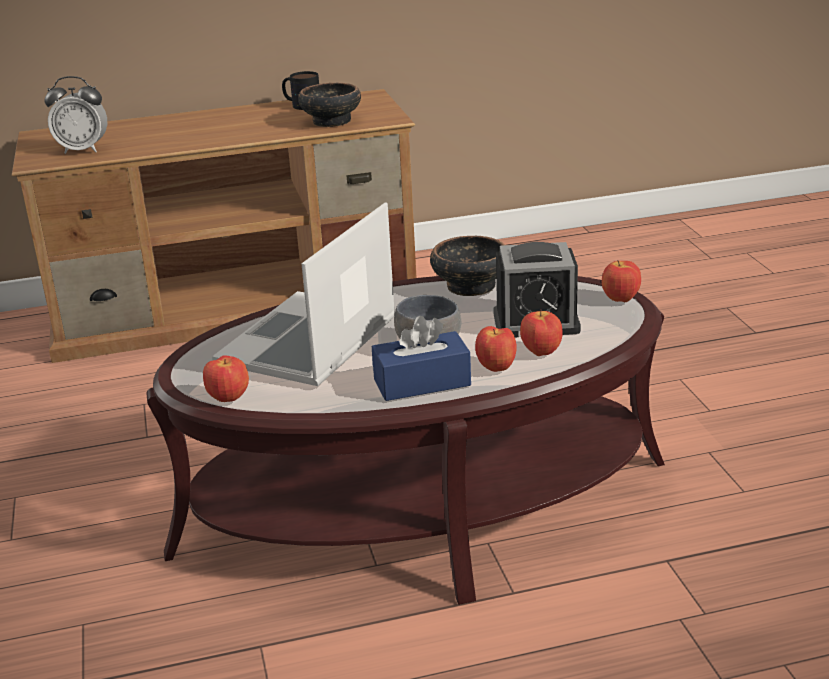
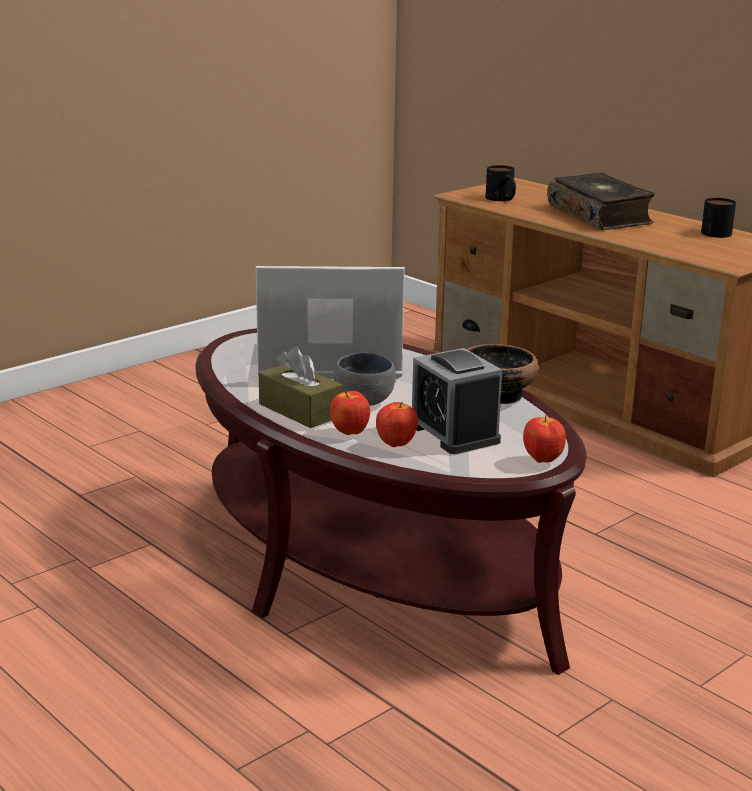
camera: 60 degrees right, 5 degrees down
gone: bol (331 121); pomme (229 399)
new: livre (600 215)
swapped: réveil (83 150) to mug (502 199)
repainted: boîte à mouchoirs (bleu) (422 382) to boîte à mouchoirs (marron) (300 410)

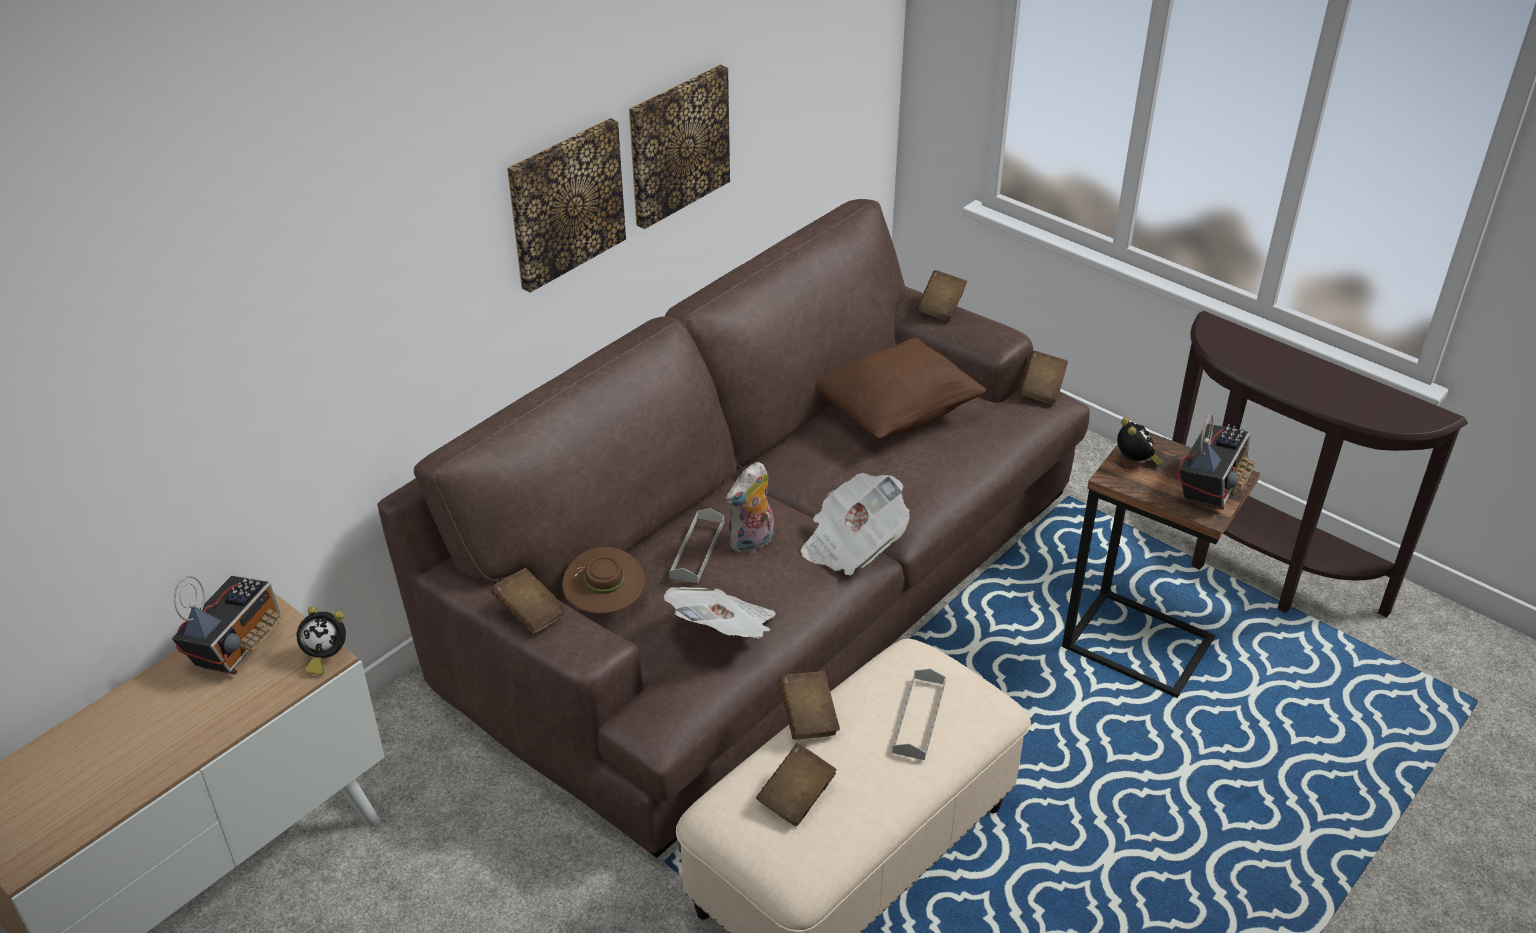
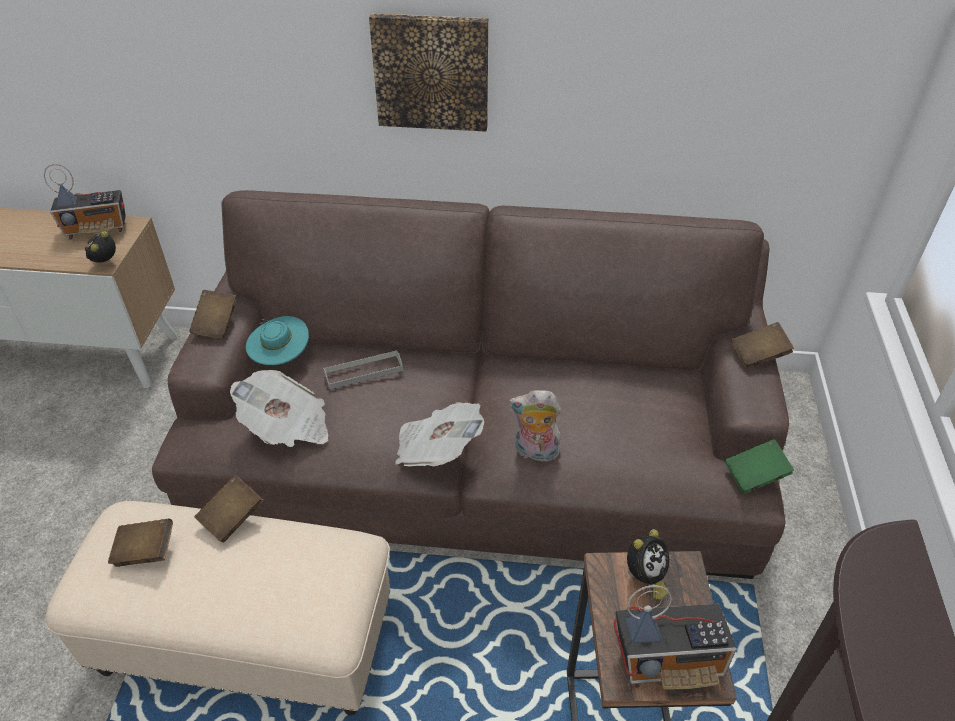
camera: 55 degrees right, 5 degrees up
gone: tableau (677 145); coussin (marron) (897 414); plateau (gris) (919 717)
shifted: peluche (752 543) to (534 452)
repainted: livre (marron) (1042 389) to livre (vert) (755 475); chapeau (marron) (605 604) to chapeau (turquoise) (281 358)
rotated: réveil (325 657) = (105 262) 60 degrees clockwise

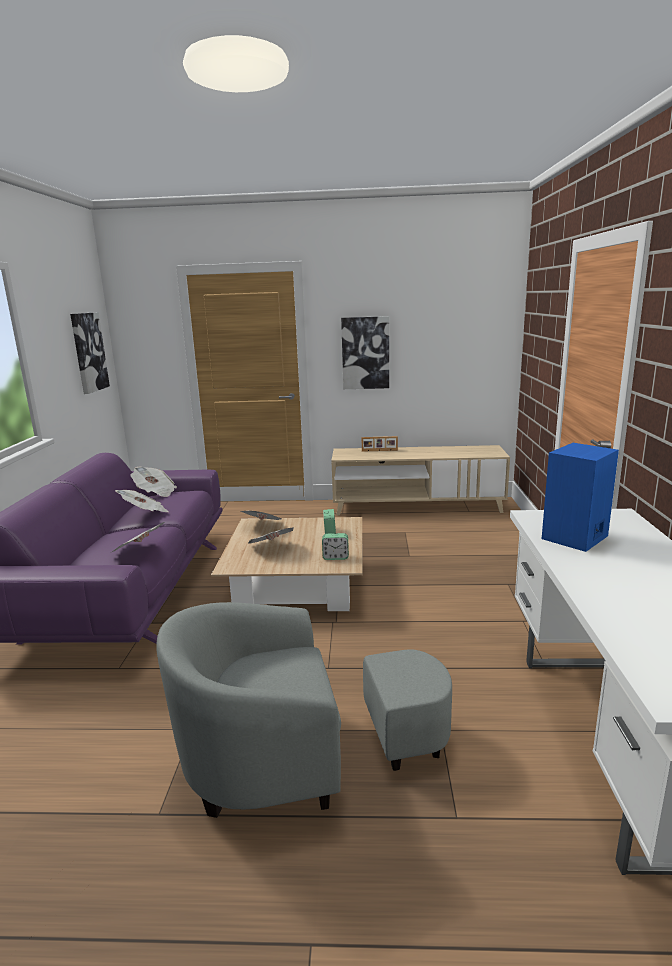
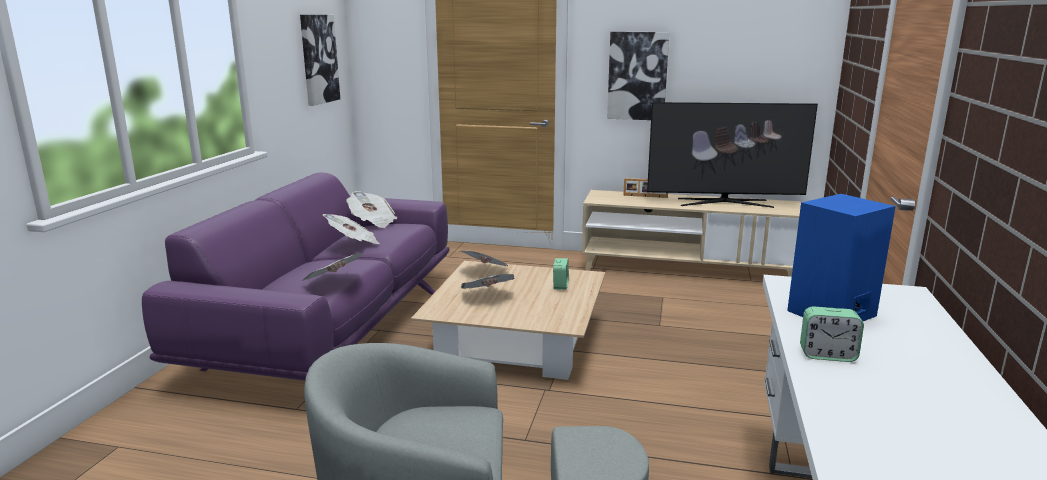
camera: 10 degrees right, 0 degrees up
new: téléviseur (724 203)
shifted: réveil (335 557) to (827 355)

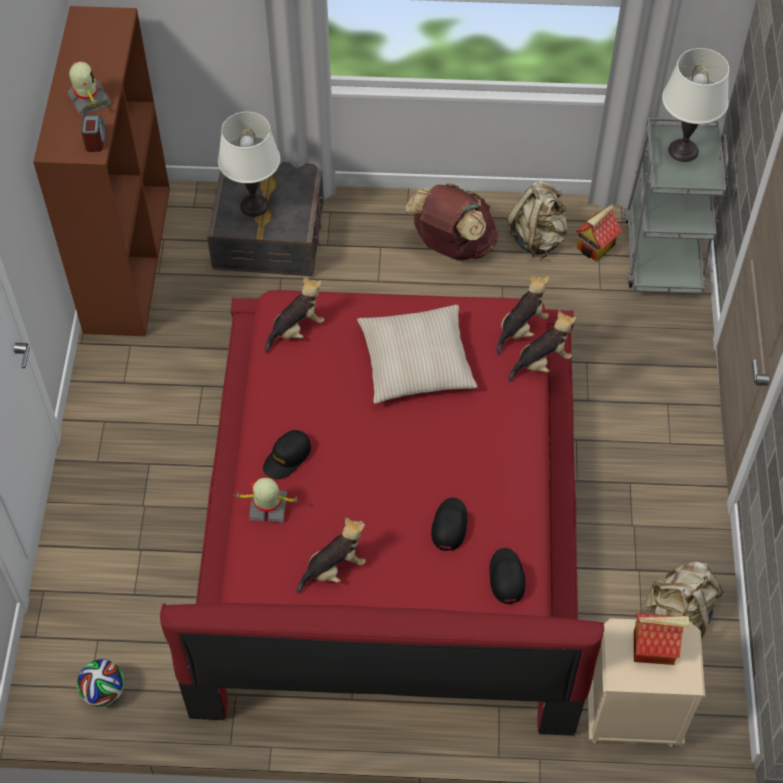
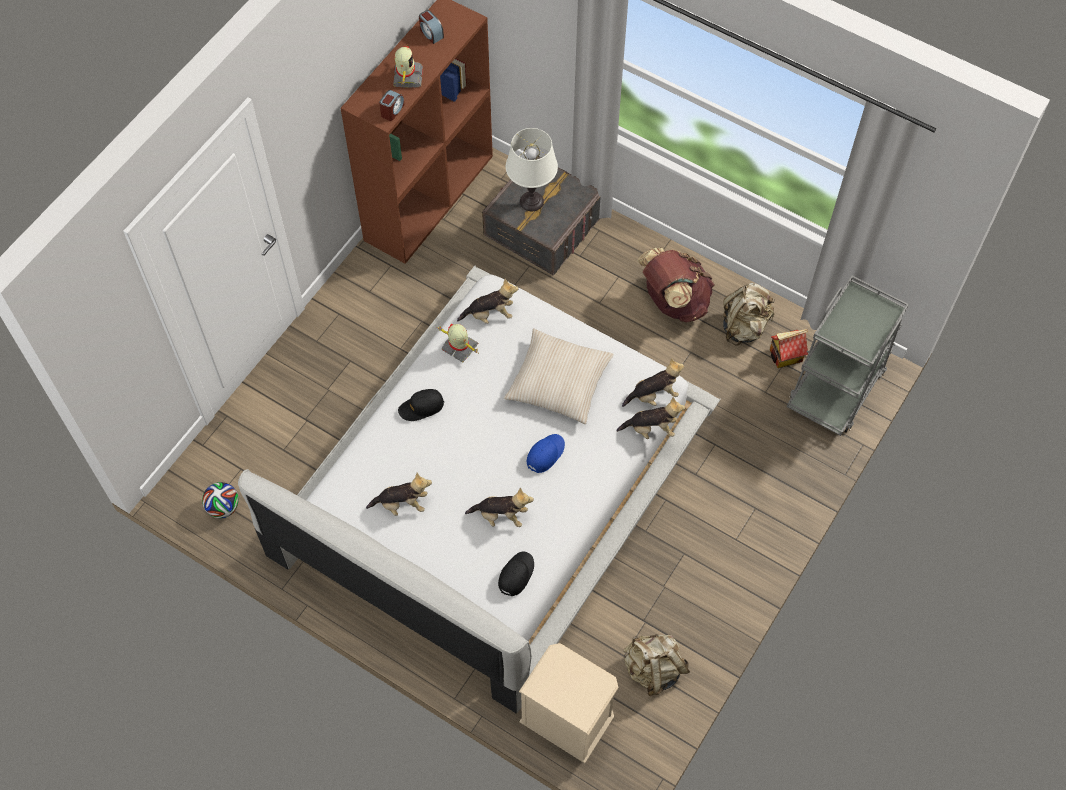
camera: 30 degrees right, 5 degrees up
gone: lampe de table (blanc) (683 150); maison miniature (654 647)
new: réveil (431 33); casquette (bleu) (545 454)
shifted: robot jouet (268 508) to (459 348)
swapped: casquette (noir) (449 526) to peluche (501 516)
repainted: lit (rouge) (392 515) to lit (blanc) (494 486)

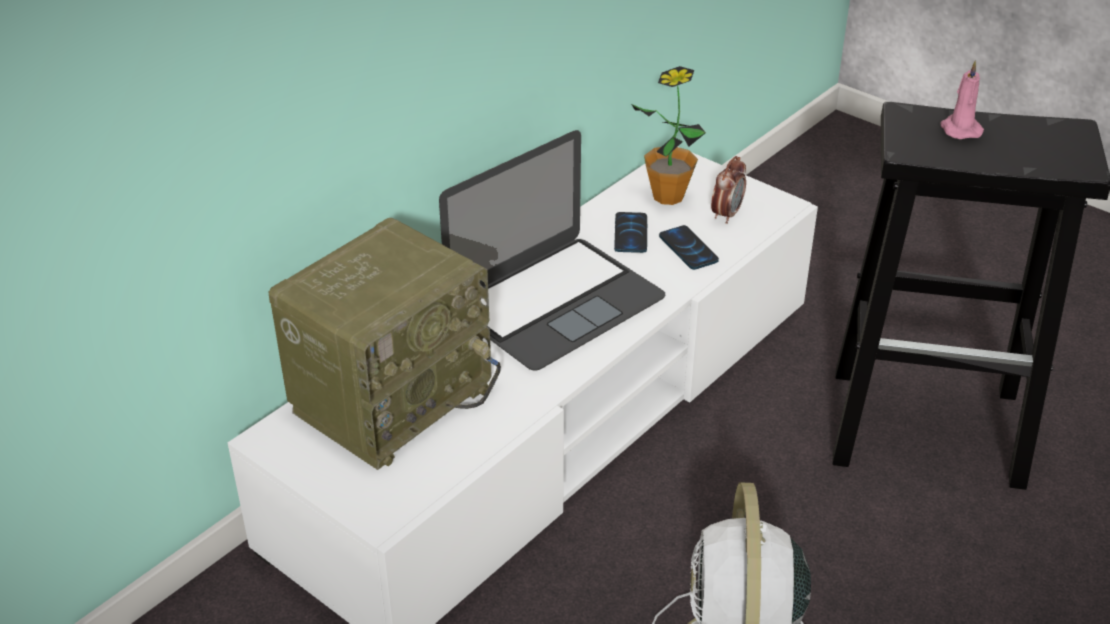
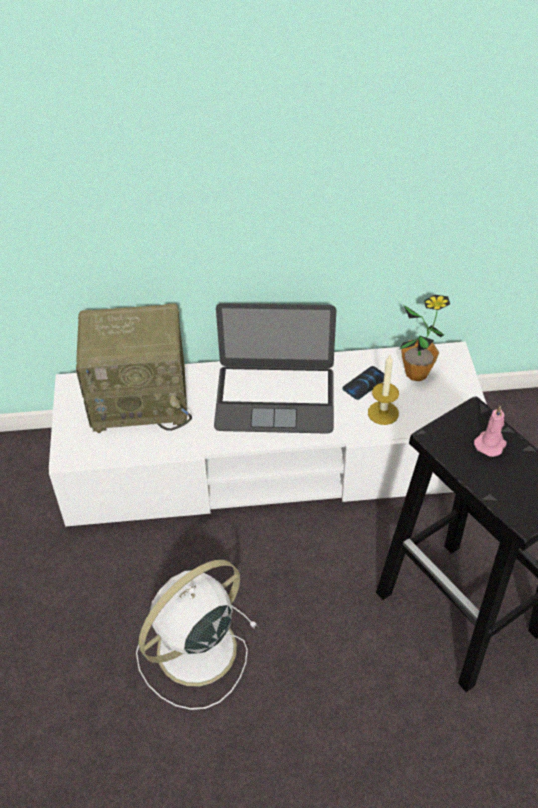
camera: 45 degrees right, 10 degrees up
gone: réveil (726 214)
swapped: téléphone (688 249) to bougie (383 413)

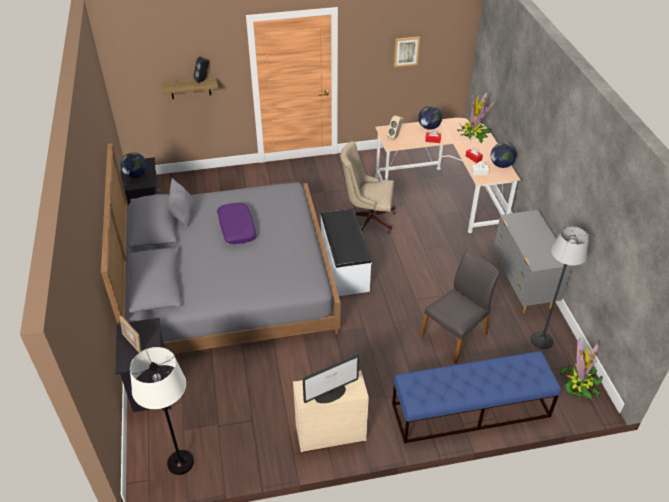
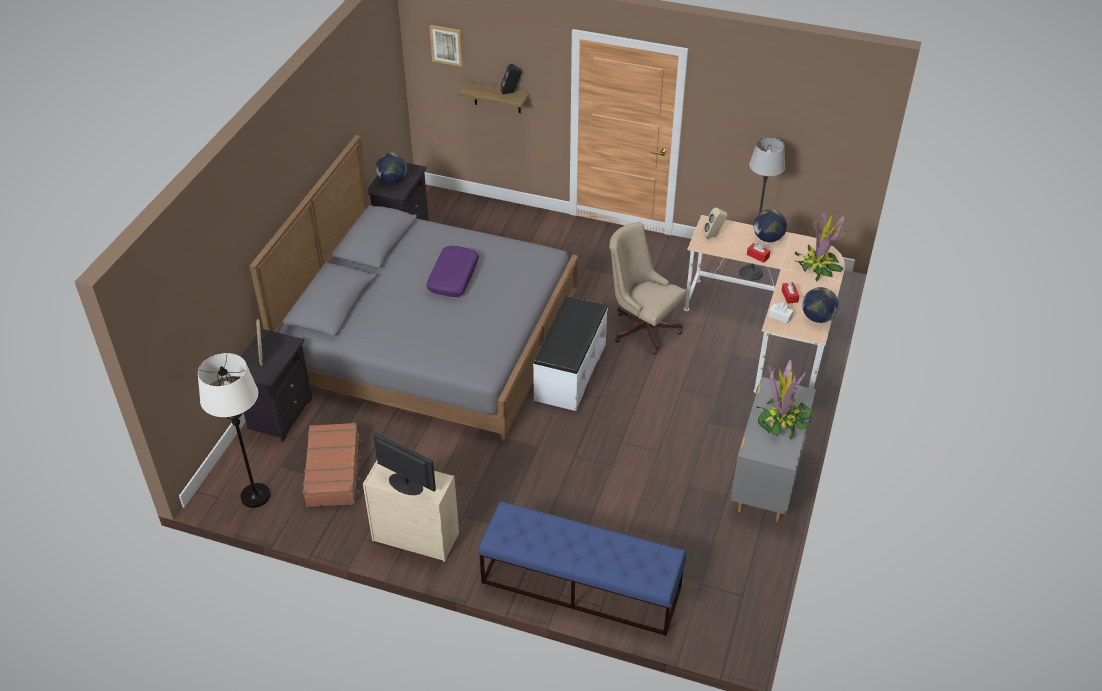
camera: 30 degrees right, 0 degrees up
gone: coussin (gris) (183 215); chaise (gris) (455 335)
new: valise (marron) (334 471)
shifted: tableau (406 51) to (446 45); lampadaire (541 340) to (751 272); plante en pot (578 382) to (781 420)
rotated: écran d'ordinateur (330 393) = (405 483) 150 degrees counterclockwise

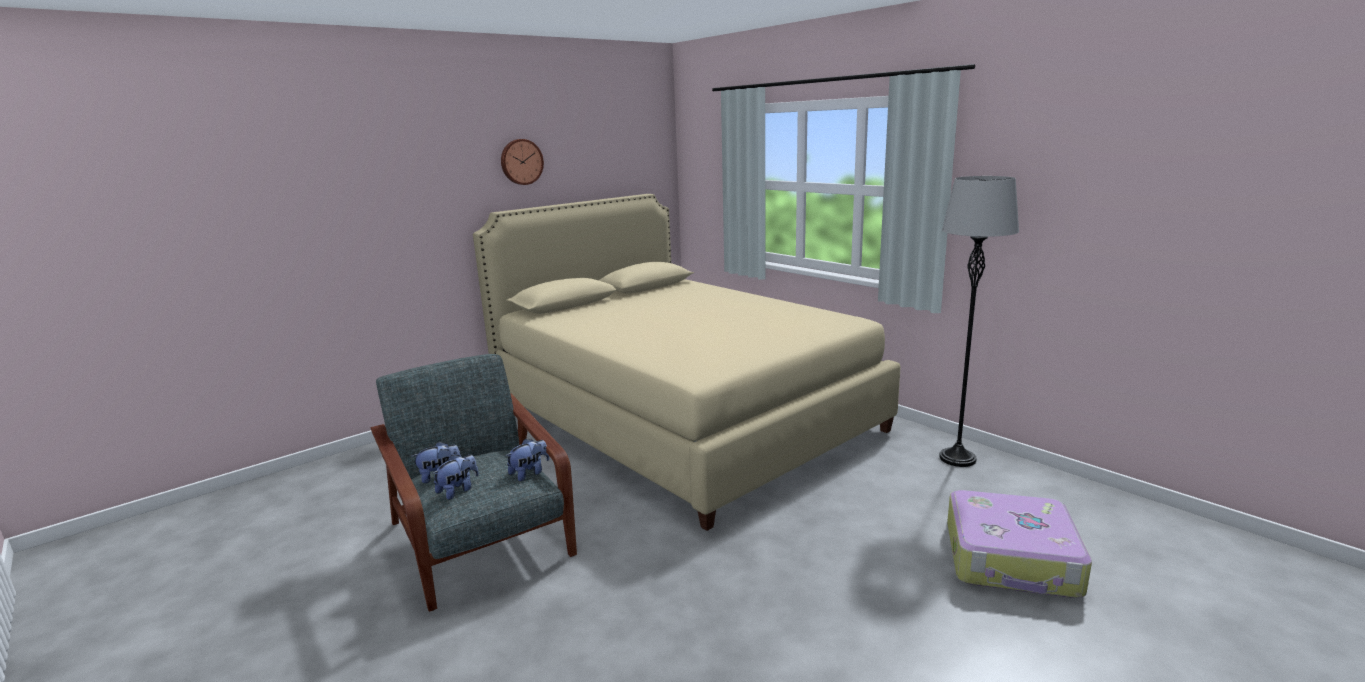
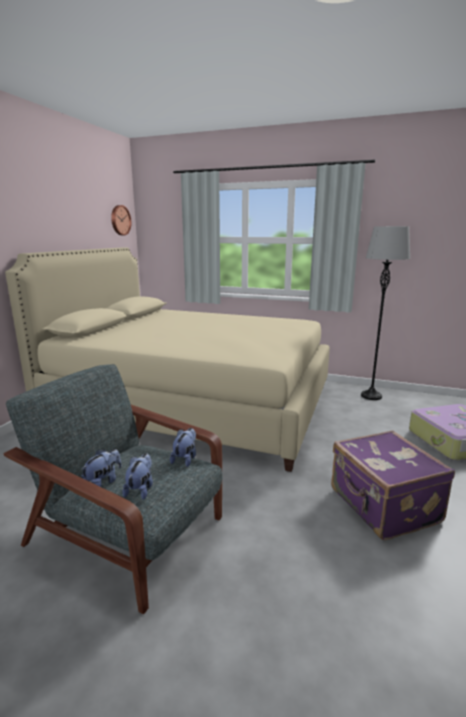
camera: 30 degrees left, 0 degrees up
new: valise (violet) (382 506)
shifted: horloge murale (521 162) to (120 220)

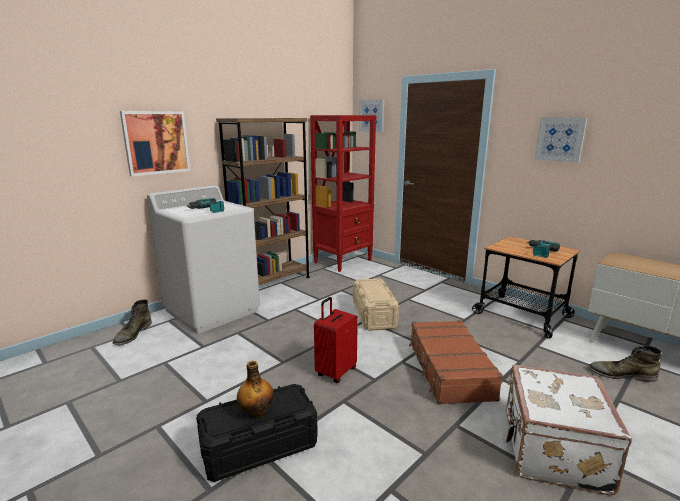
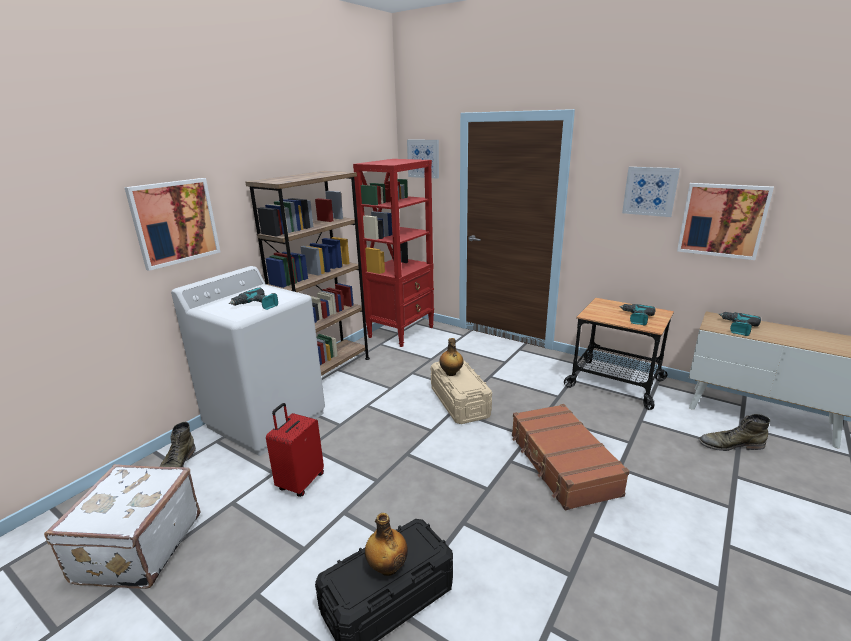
camera: 10 degrees left, 5 degrees up
new: tableau (722 220); perceuse (737 328); bouteille (451 373)
shifted: valise (rouge) (335 372) to (300 482); valise (blanc) (551 451) to (137 548)

